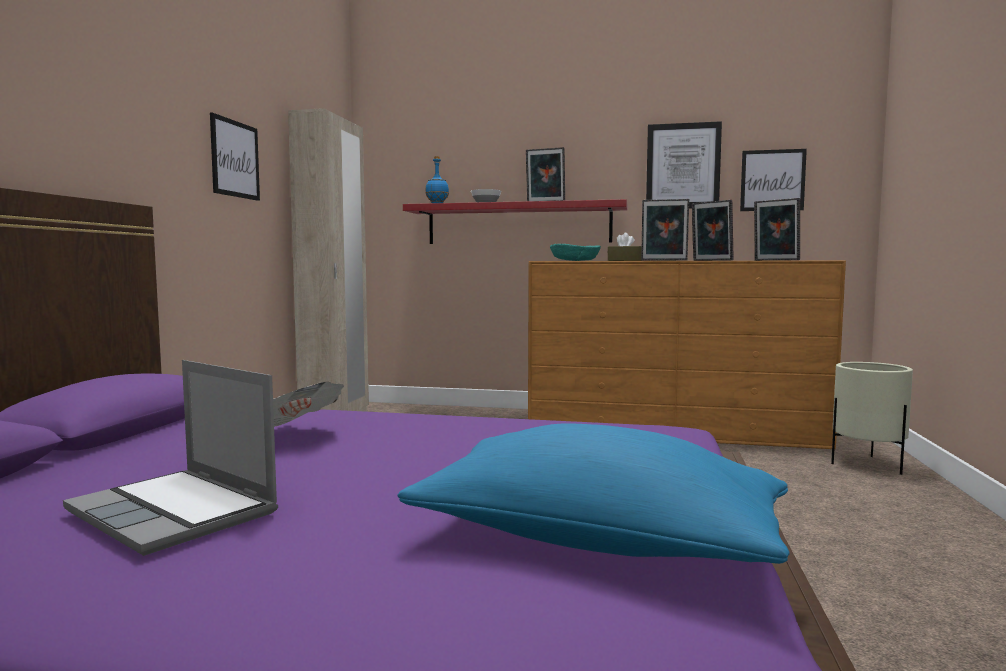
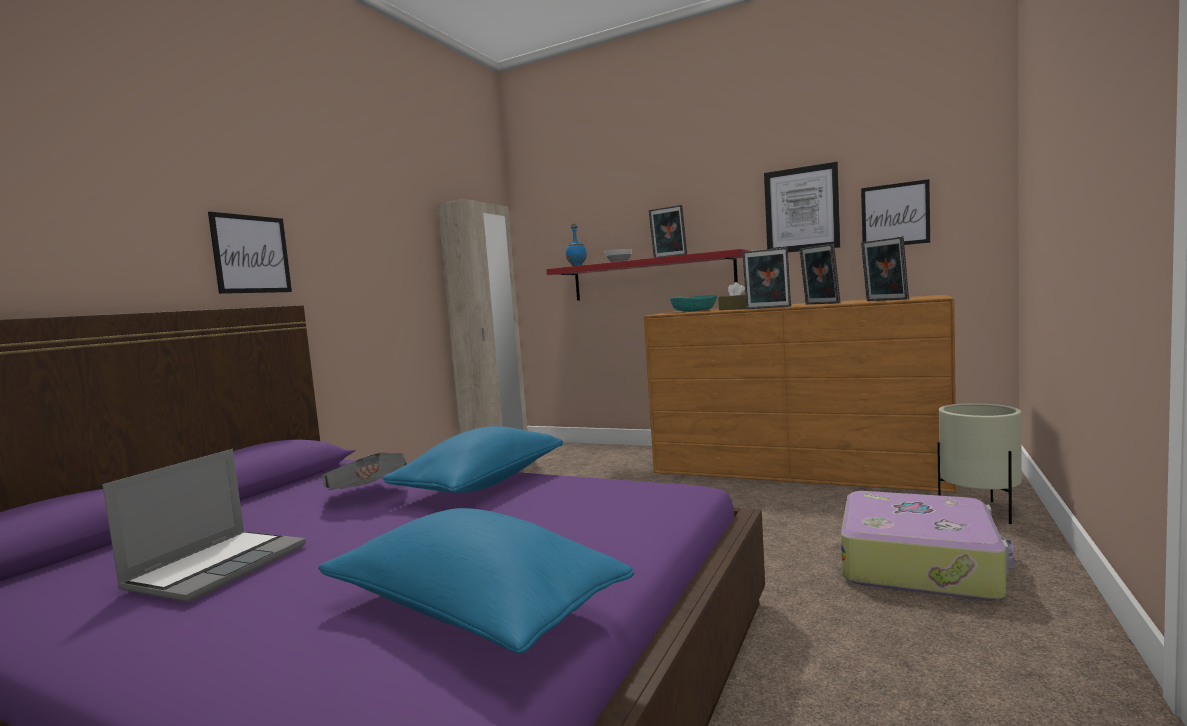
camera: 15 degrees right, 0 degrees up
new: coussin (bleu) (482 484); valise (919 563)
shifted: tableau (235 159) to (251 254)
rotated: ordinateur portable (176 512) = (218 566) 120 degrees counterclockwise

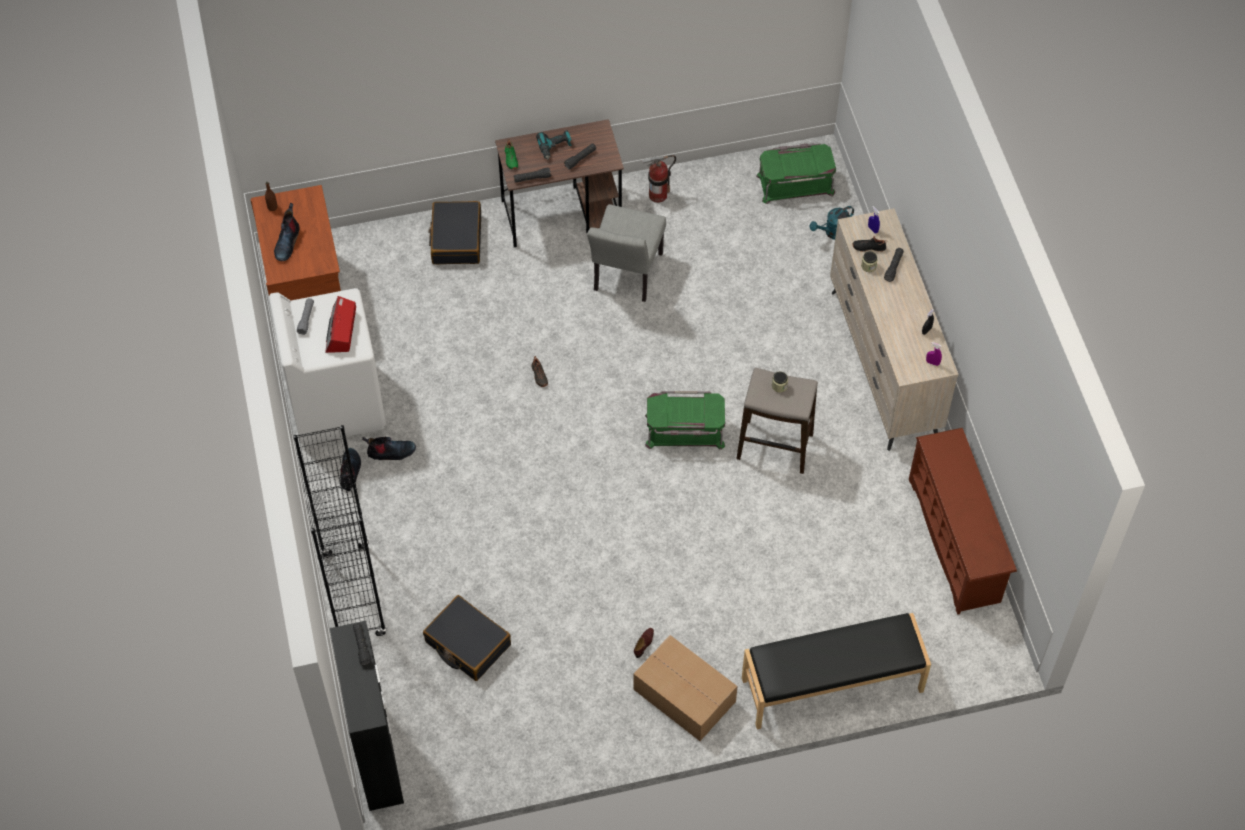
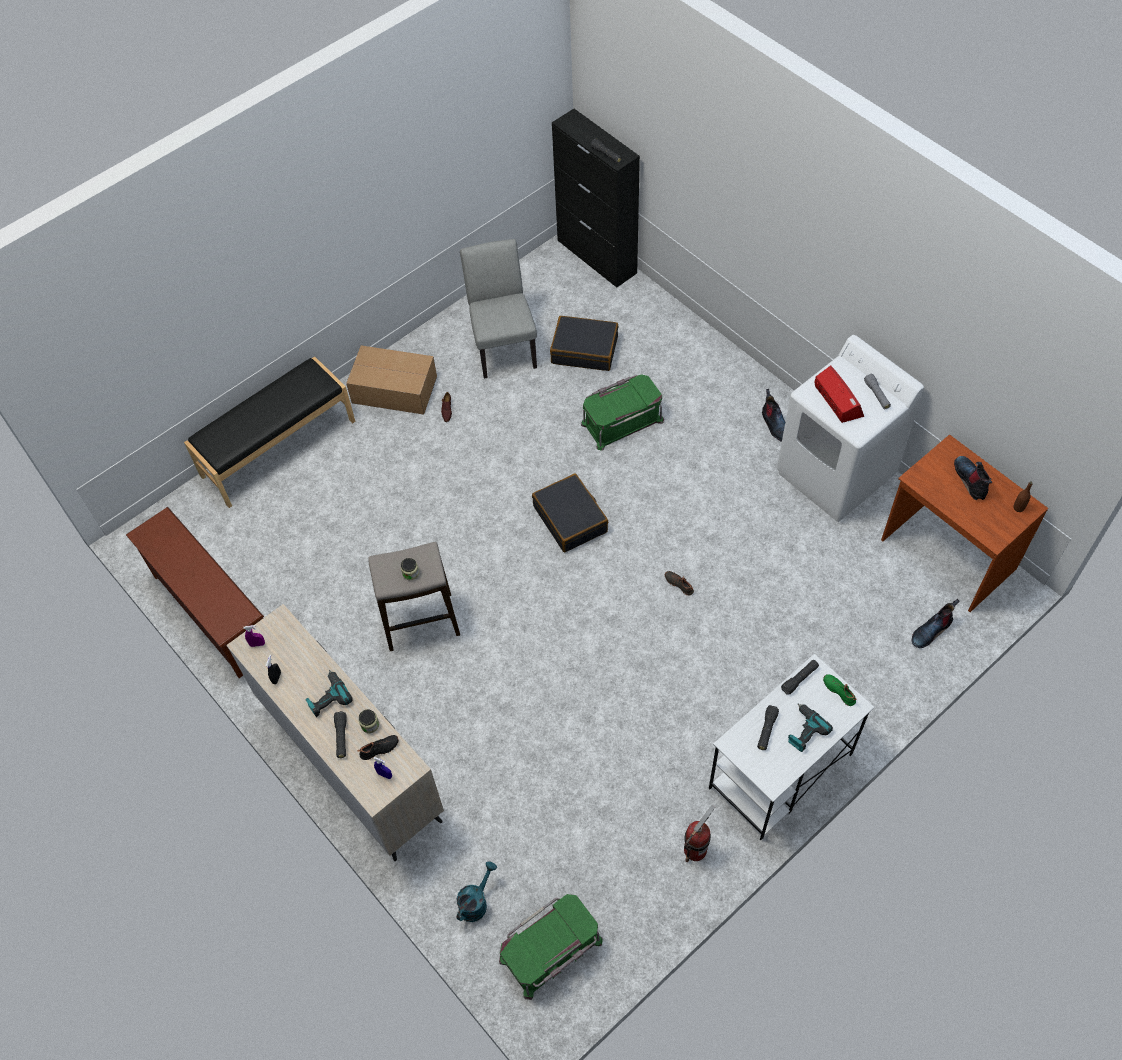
camera: 155 degrees right, 0 degrees up
gone: bibliothèque (noir) (353 594)
new: perceuse (327 697)
shifted: valise (noir) (456 239) to (570 519); chaise (gris) (625 276) to (503 345); boîte de rangement (vert) (684 431) to (622 421); botte (390 453) to (931 630)
repainted: bureau (marron) (562 213) to bureau (blanc) (780 772)

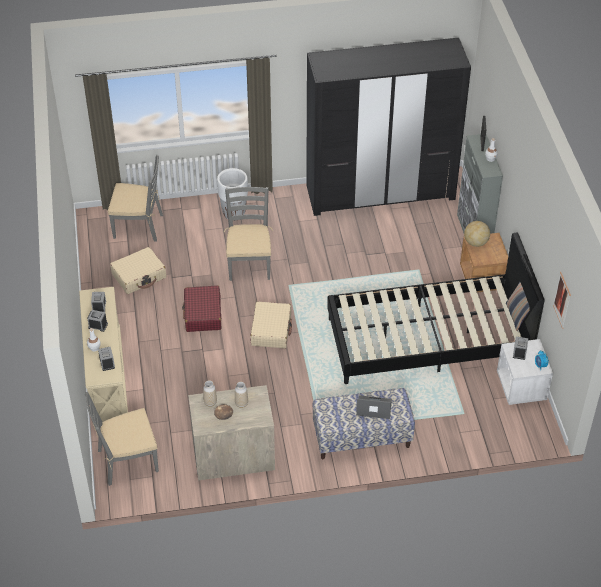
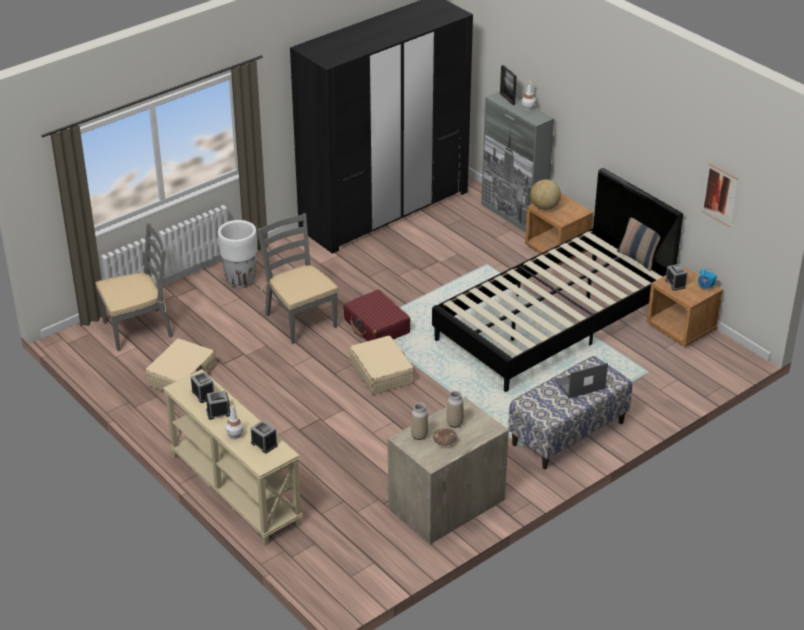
camera: 30 degrees left, 10 degrees down
gone: chaise (gris) (127 461)
shifted: valise (rouge) (203 314) to (376 326)
repainted: table de chevet (blanc) (521 387) to table de chevet (marron) (681 328)

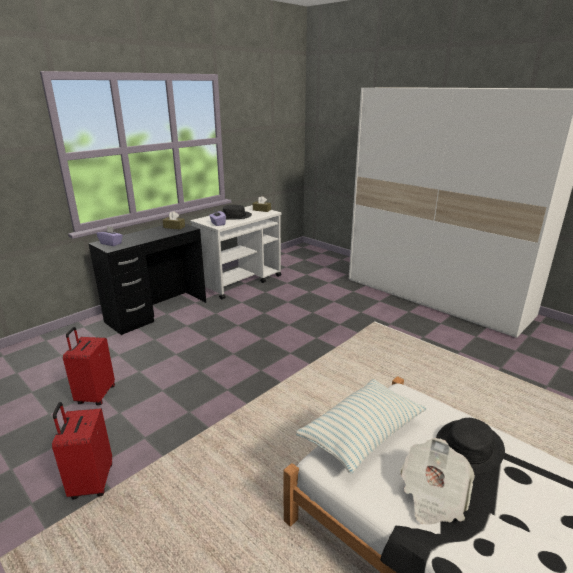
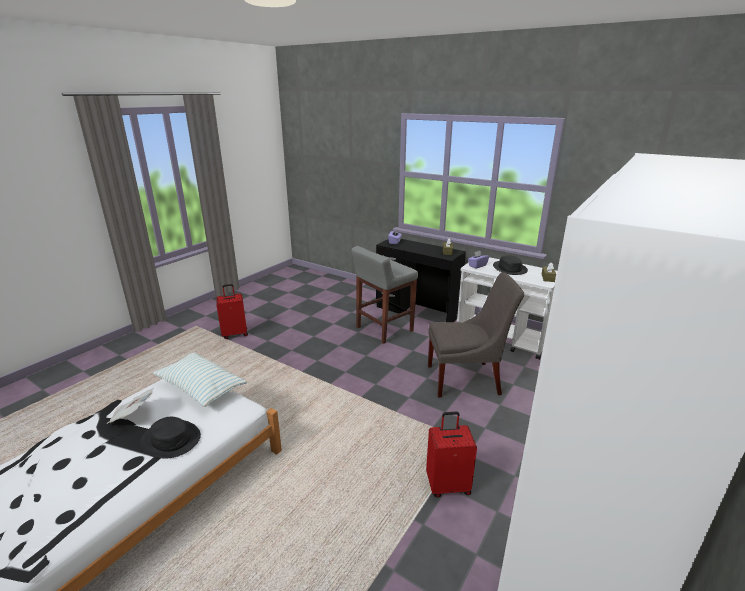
camera: 80 degrees right, 0 degrees up
new: tabouret (gris) (383 329); chaise (gris) (467 379)
shifted: valise (rouge) (95 395) to (448 485)

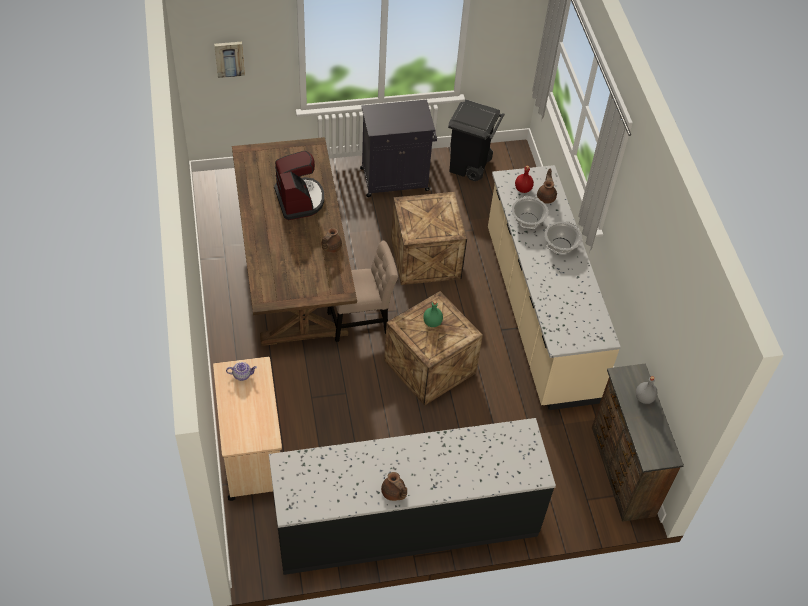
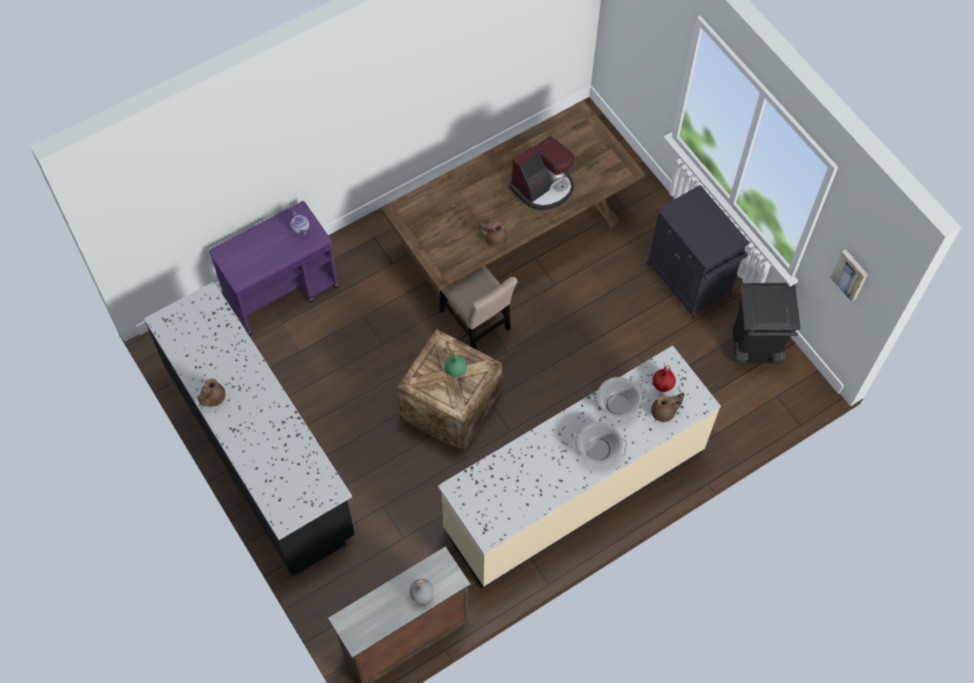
camera: 70 degrees right, 10 degrees up
gone: caisse (426 257)
shifted: tableau (229 58) to (850 274)
repainted: chariot (beige) (251 451) to chariot (violet) (282 291)

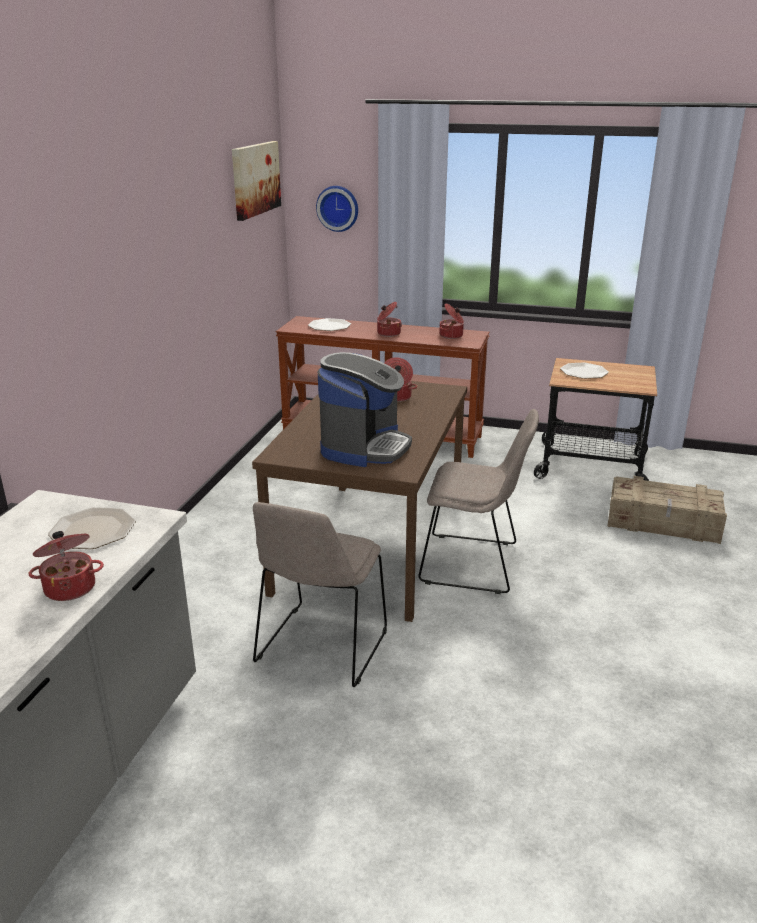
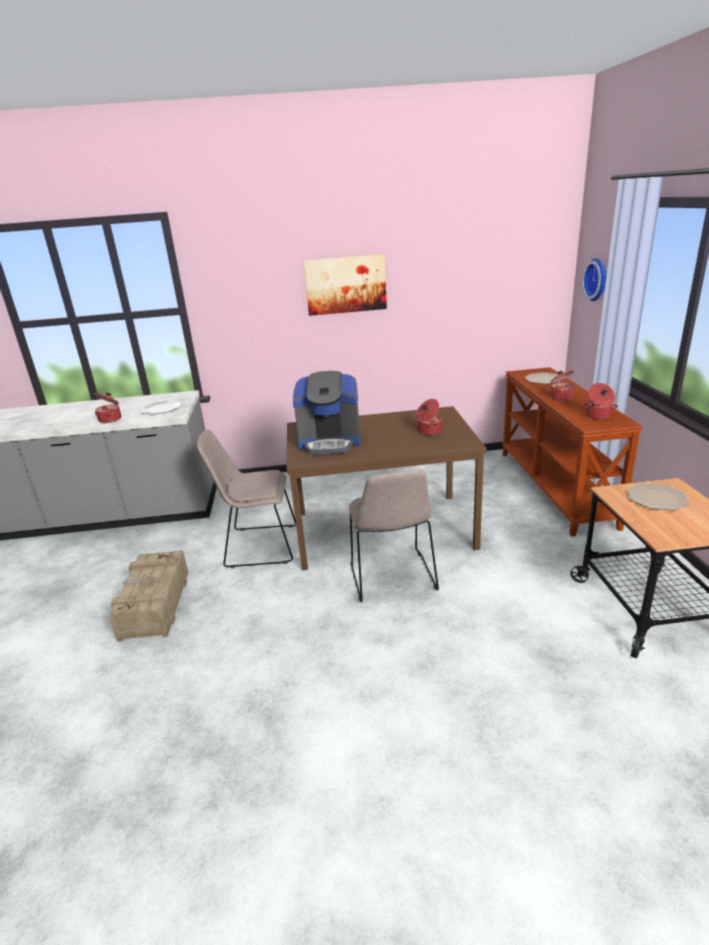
camera: 70 degrees right, 0 degrees up
shifted: tableau (255 179) to (345 284); caisse (663 523) to (154 605)

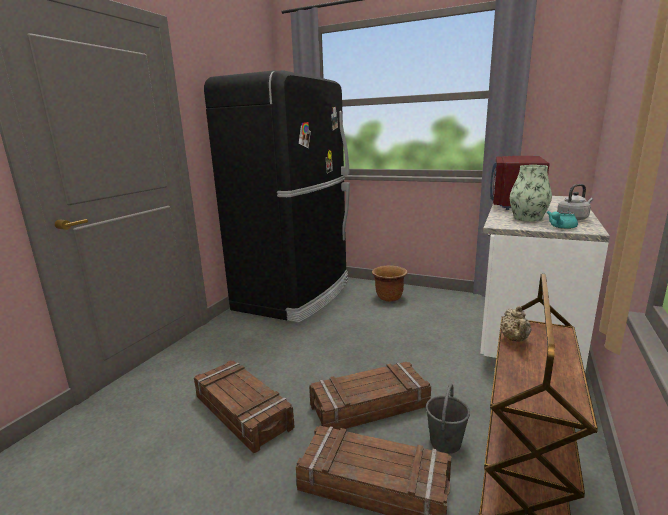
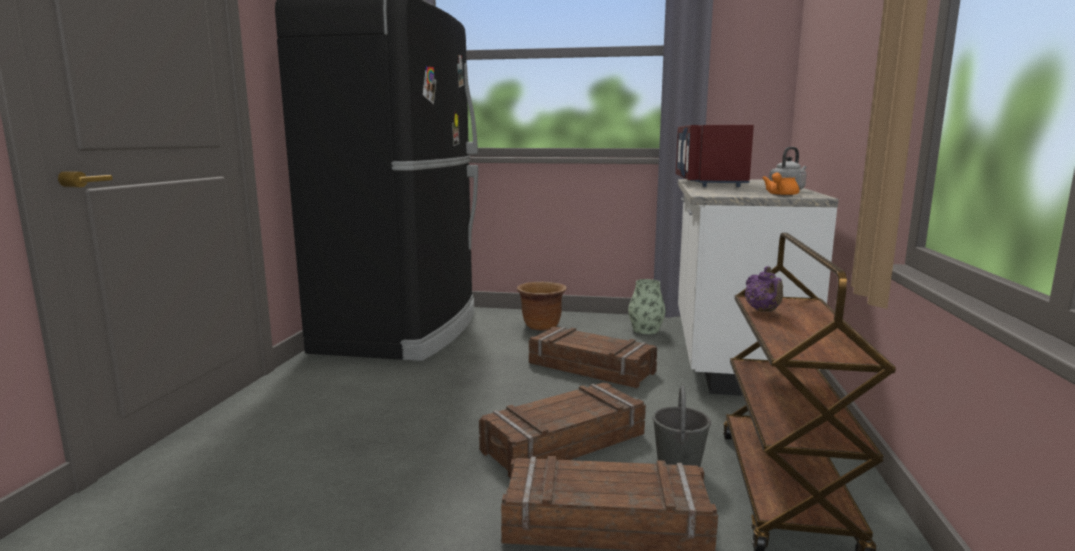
camera: 15 degrees left, 5 degrees down
shifted: vase (527 218) to (646 330); caisse (241 412) to (590 368)
repainted: théière (turquoise) (560 227) to théière (orange) (780 195); théière (beige) (514 339) to théière (violet) (763 311)

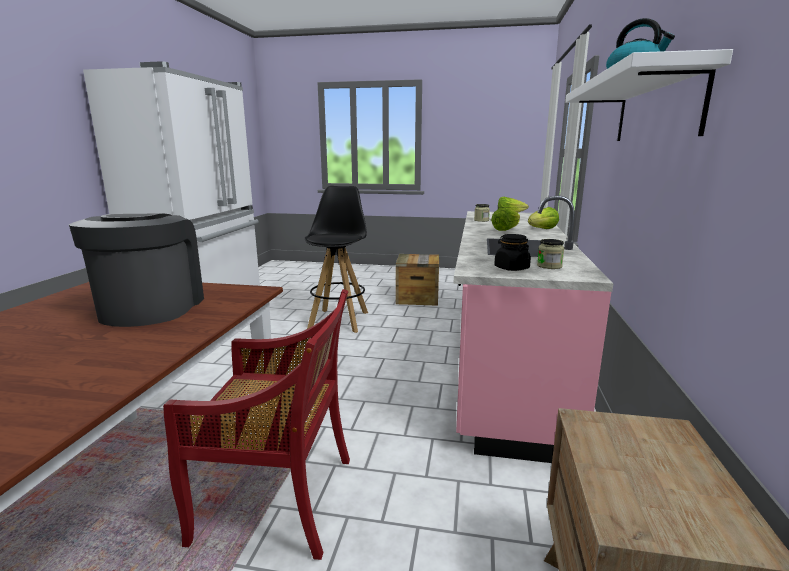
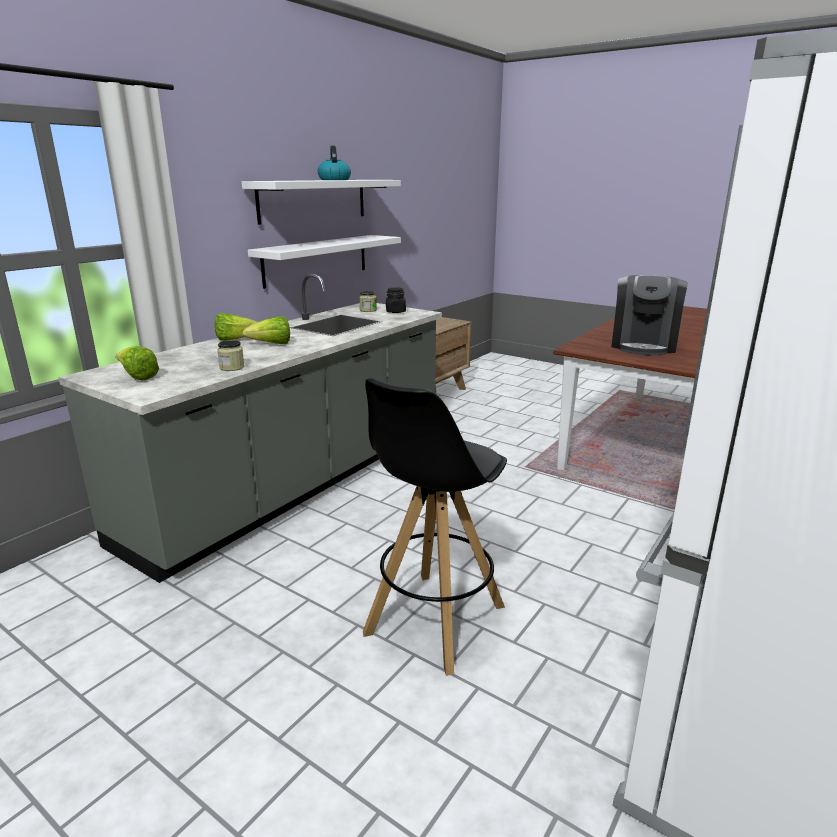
camera: 155 degrees left, 5 degrees up
gone: caisse (417 298); chaise (rouge) (279 500)
new: étagère (blanc) (316 260)
repainted: comptoir de cuisine (rose) (504 360) to comptoir de cuisine (gris) (298 483)

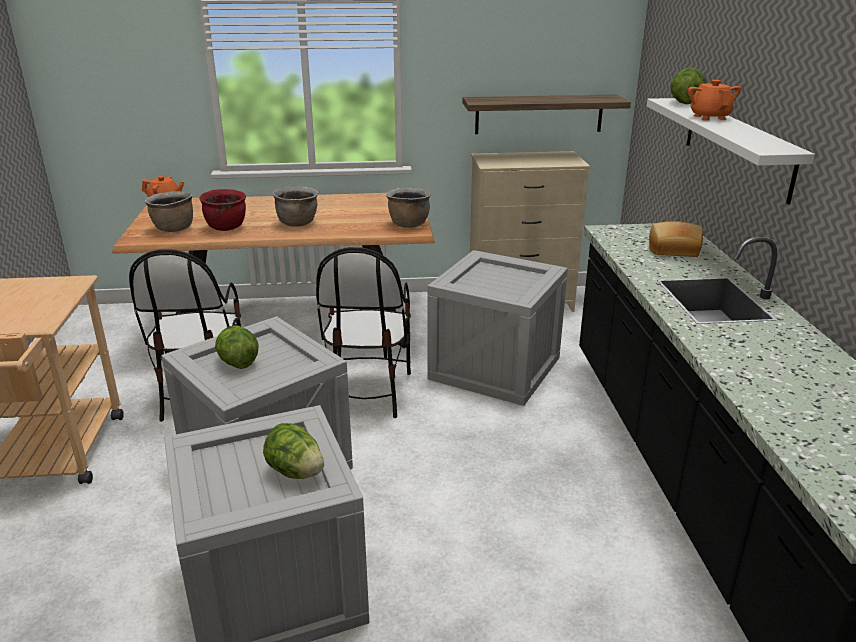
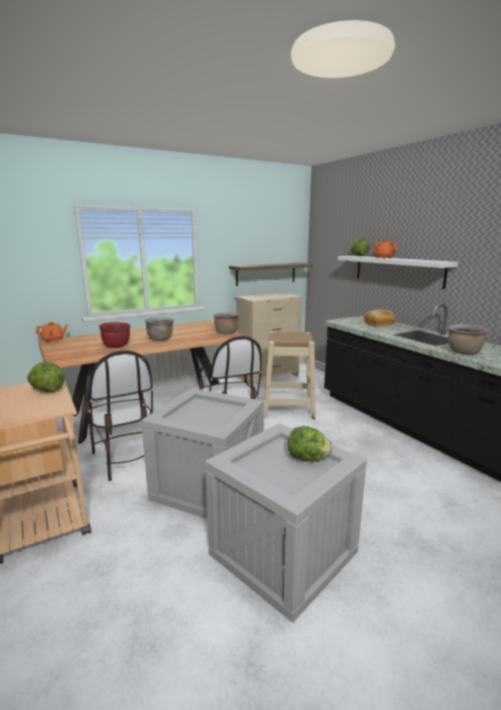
camera: 25 degrees left, 10 degrees down
shifted: marmite (marron) (173 229) to (464 352); laitue (237 363) to (47 391)
swapped: caisse (497 368) to tabouret (beige) (288 408)

